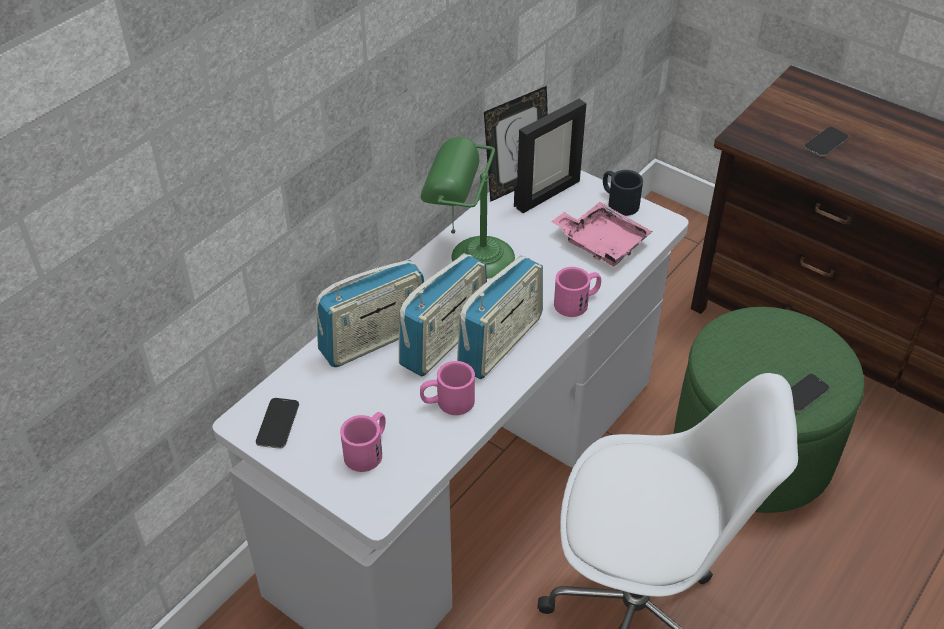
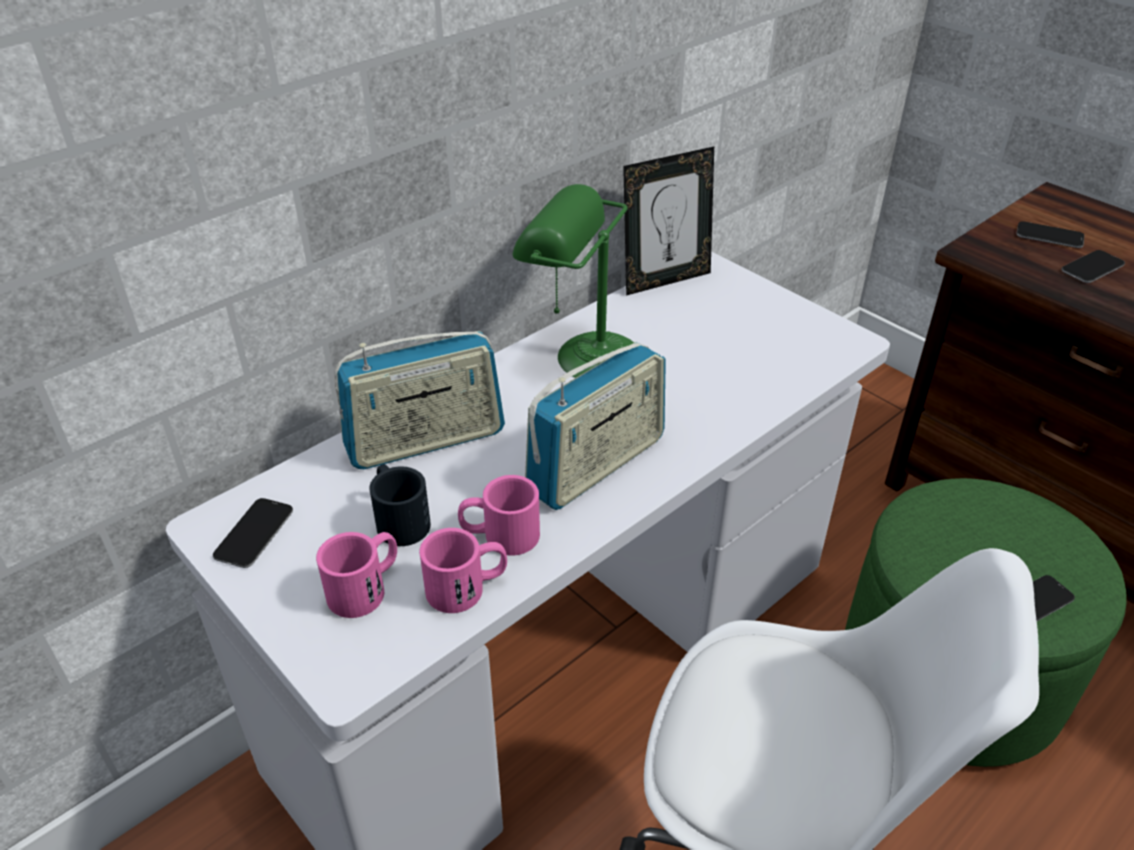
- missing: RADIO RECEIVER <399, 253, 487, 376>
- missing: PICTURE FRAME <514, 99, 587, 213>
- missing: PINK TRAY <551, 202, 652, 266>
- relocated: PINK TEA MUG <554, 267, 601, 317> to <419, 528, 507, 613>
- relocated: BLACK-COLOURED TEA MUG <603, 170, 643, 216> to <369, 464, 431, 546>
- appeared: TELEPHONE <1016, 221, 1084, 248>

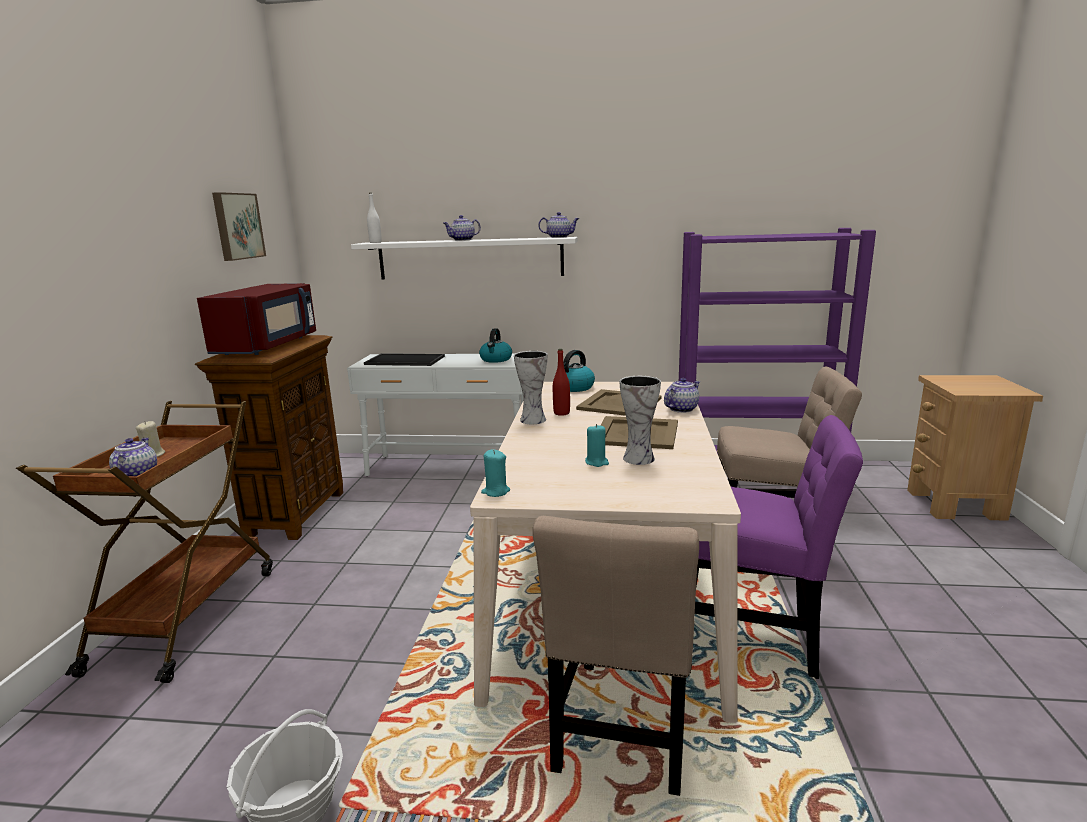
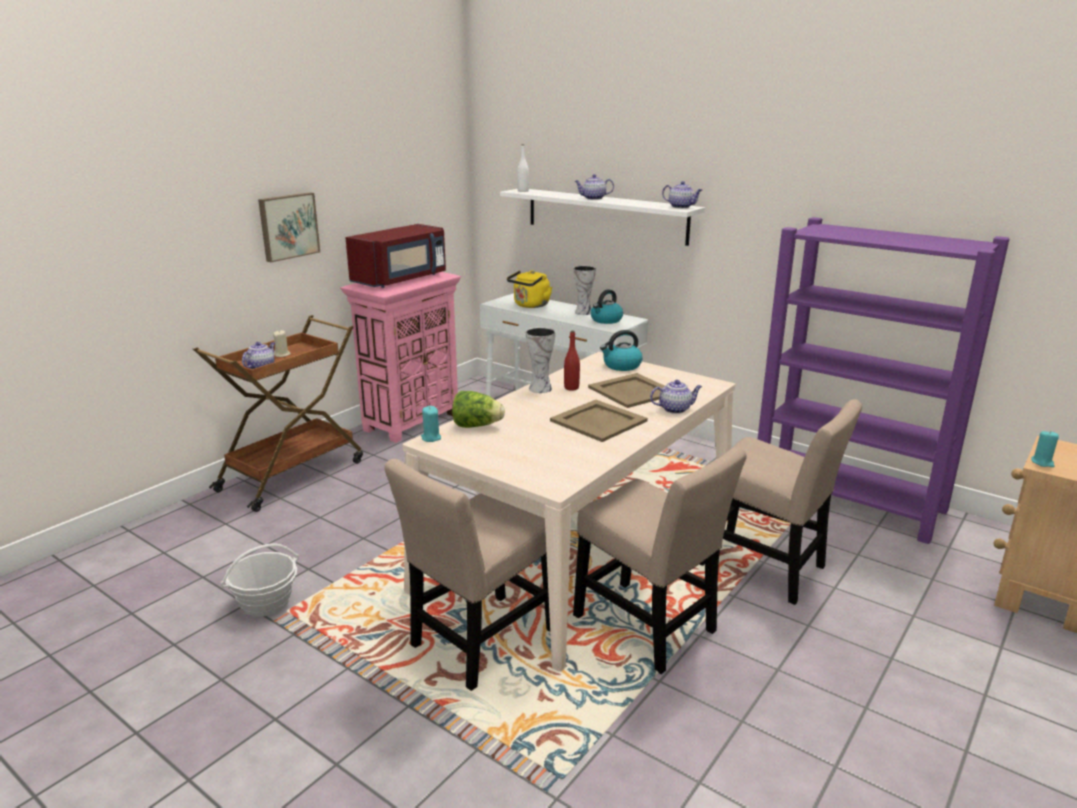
- colour: BROWN CABINET <195, 335, 343, 540> to PINK CABINET <340, 272, 462, 443>
- relocated: WALL ART <212, 192, 266, 261> to <258, 192, 320, 262>
- exchanged: TRAY <364, 353, 445, 366> to YELLOWISH WATER KETTLE <507, 270, 552, 308>
- relocated: BLUE-GREEN WAX LIGHT <585, 424, 609, 467> to <1031, 431, 1059, 467>
- relocated: VASE <620, 376, 661, 465> to <573, 266, 596, 315>
- colour: PURPLISH CHAIR <695, 415, 863, 679> to SAND-COLOURED CHAIR <573, 447, 747, 674>
- appeared: LETTUCE <452, 391, 505, 428>

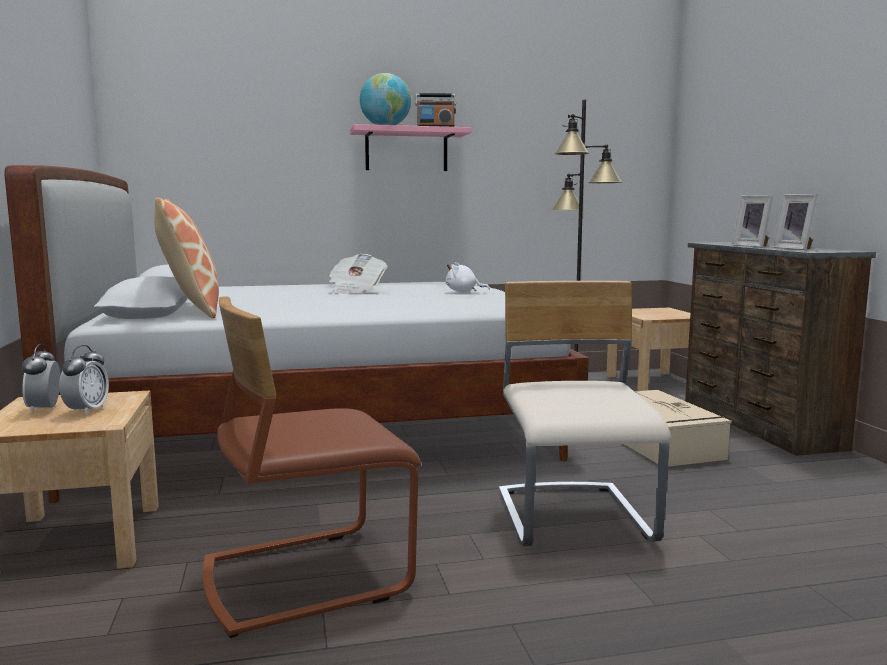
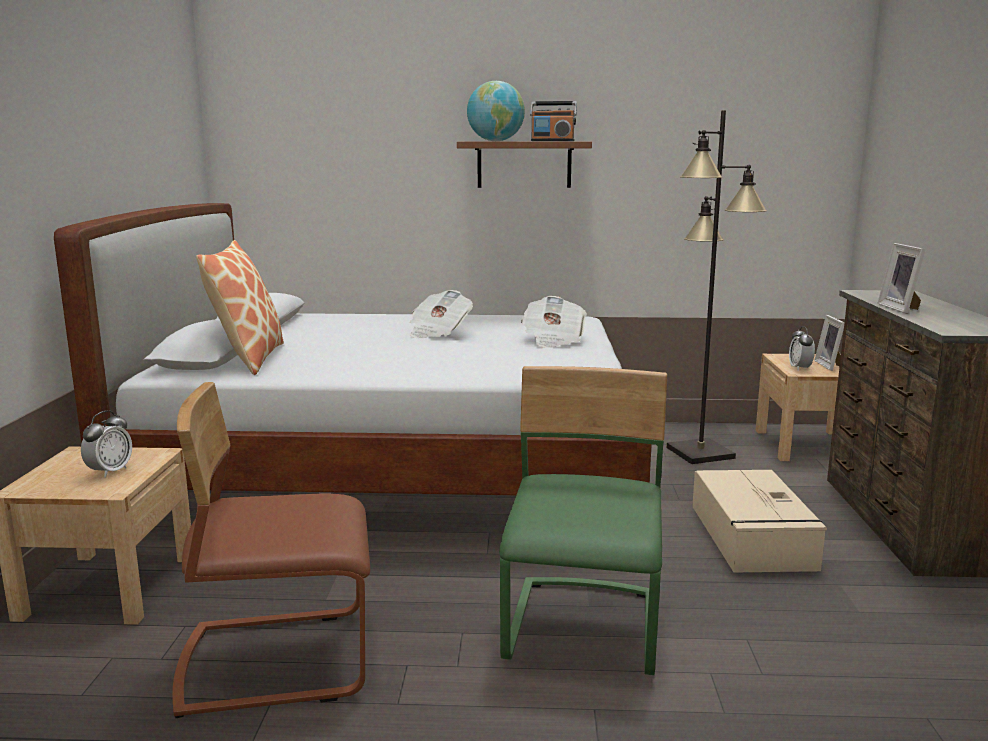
- relocated: ALARM CLOCK <22, 344, 60, 414> to <789, 326, 815, 371>
- colour: PINK WALL SHELF <350, 124, 472, 171> to BROWN WALL SHELF <457, 141, 592, 188>
- exchanged: WHITISH CUDDLY TOY <446, 262, 490, 292> to DAILY PAPER <521, 296, 587, 348>
- colour: SAND-COLOURED CHAIR <499, 281, 671, 546> to GREEN CHAIR <499, 366, 667, 675>
- relocated: PICTURE FRAME <772, 194, 818, 250> to <814, 315, 844, 371>

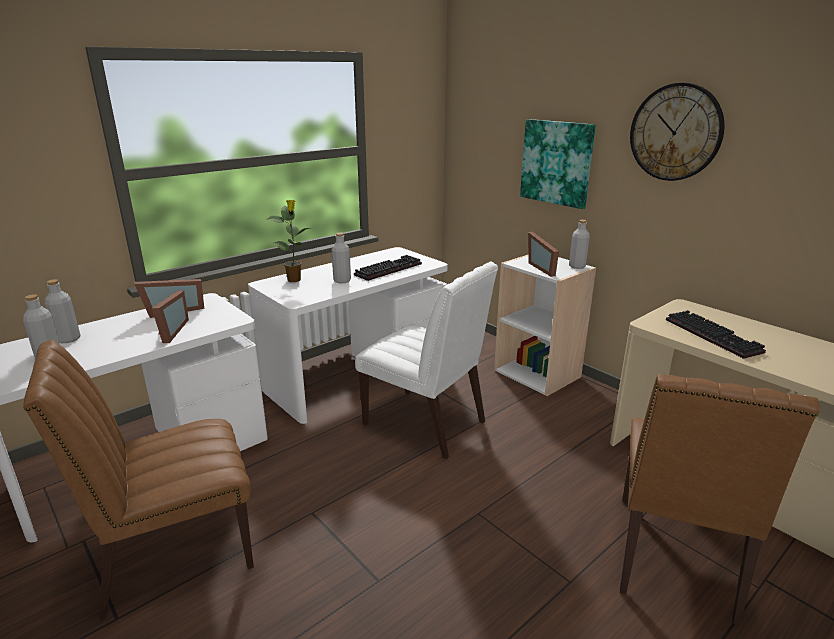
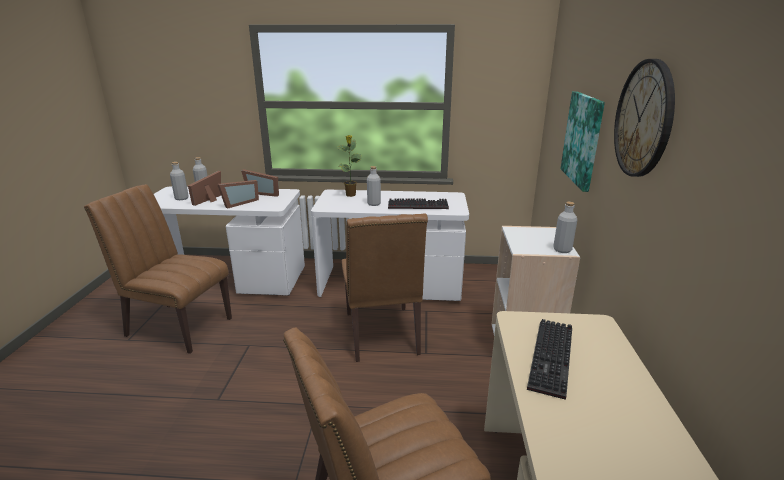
- colour: WHITISH CHAIR <355, 261, 498, 459> to BROWN CHAIR <342, 214, 428, 362>
- relocated: PICTURE FRAME <528, 232, 559, 277> to <188, 171, 221, 206>

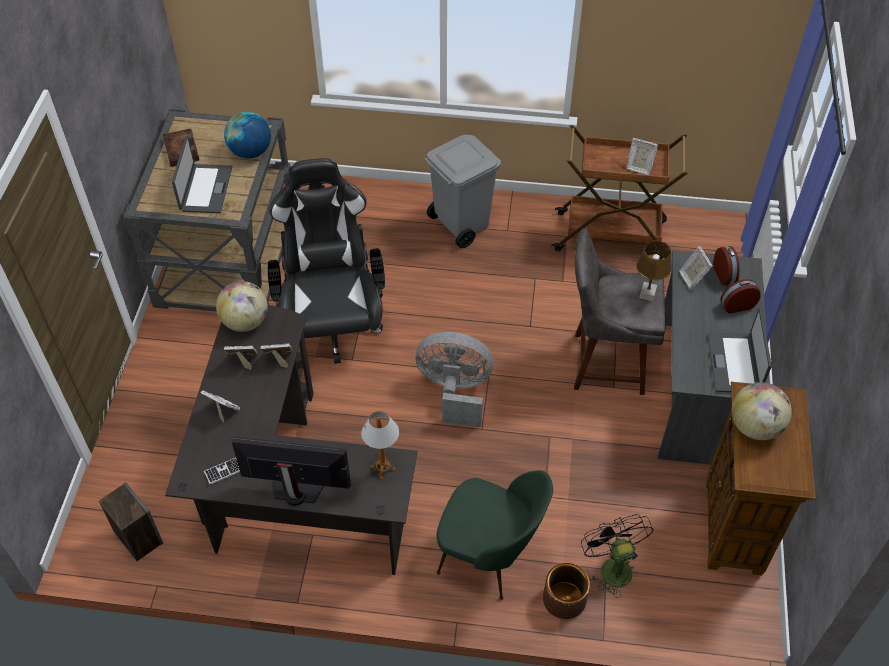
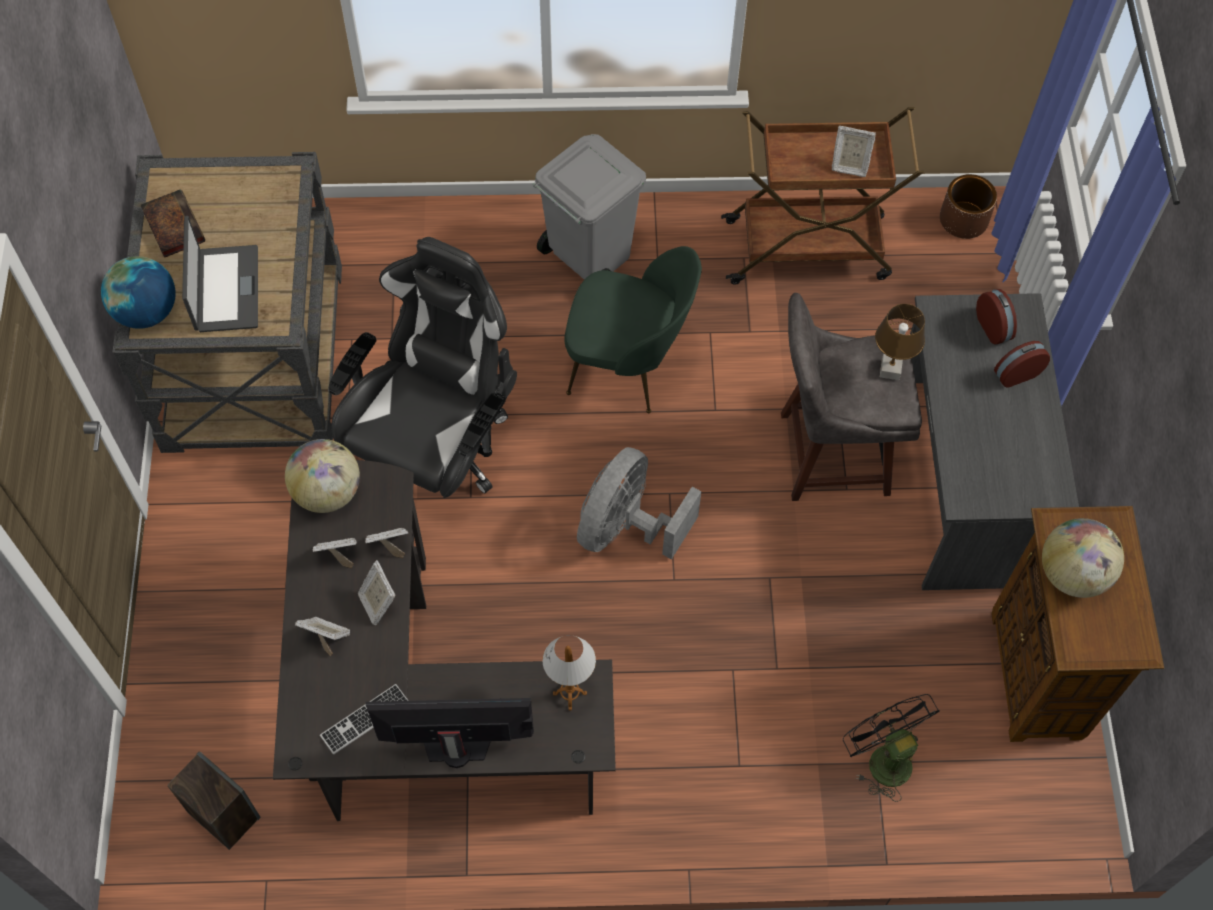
- relocated: DESK GLOBE <224, 112, 271, 159> to <101, 256, 176, 329>
- spun: BLACK-COLOURED COMPUTER CHAIR <268, 158, 385, 364> = <328, 237, 517, 498> 45 degrees clockwise
- spun: GRAY COOLING FAN <415, 332, 493, 427> = <577, 447, 702, 559> 60 degrees counterclockwise
- relocated: GREEN CHAIR <436, 470, 553, 600> to <565, 246, 702, 413>
- relocated: BROWN PLANTER <543, 563, 590, 619> to <940, 174, 997, 239>
- relocated: PICTURE FRAME <679, 246, 713, 290> to <358, 560, 396, 625>
- missing: PORTABLE COMPUTER <708, 308, 772, 392>

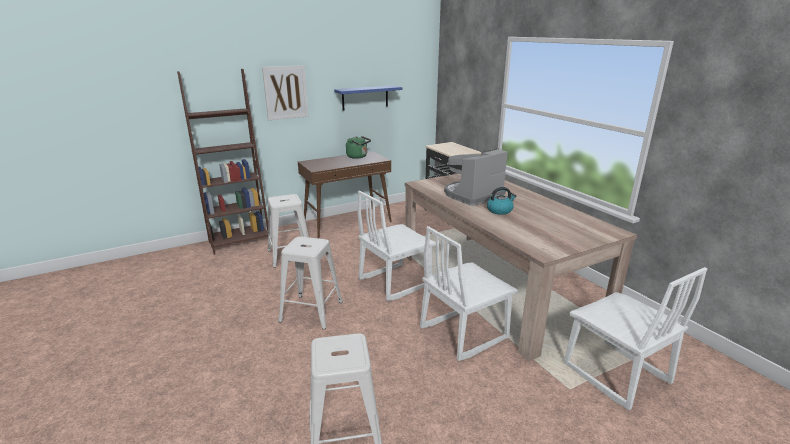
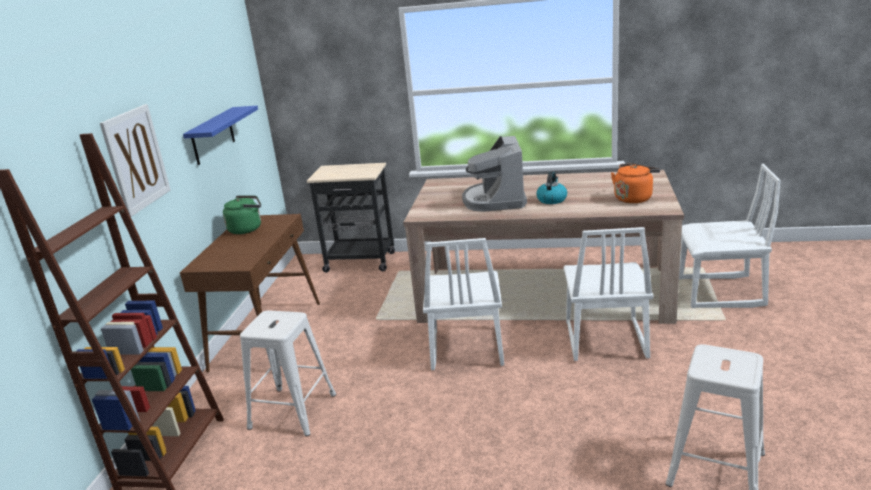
- missing: WHITISH SITTING STOOL <278, 237, 343, 329>
- appeared: ORANGE-COLOURED WATER KETTLE <611, 163, 660, 203>

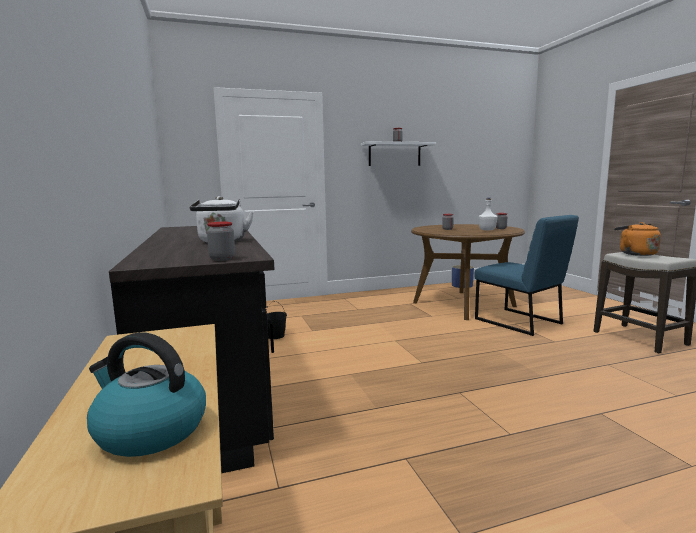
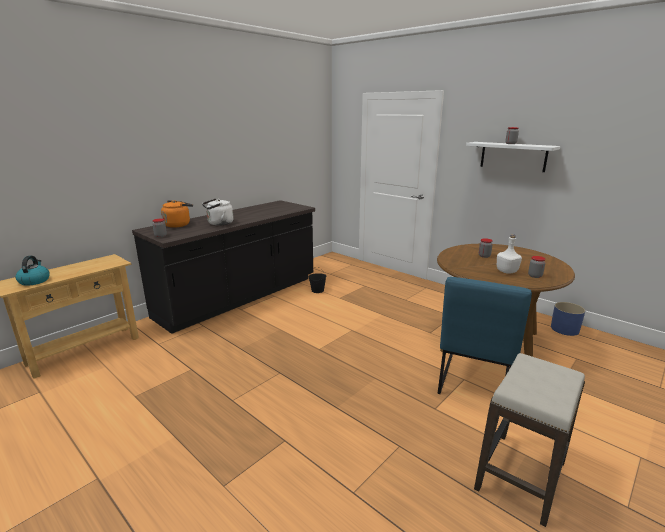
- relocated: ORANGE-COLOURED WATER KETTLE <614, 222, 661, 256> to <161, 200, 193, 228>

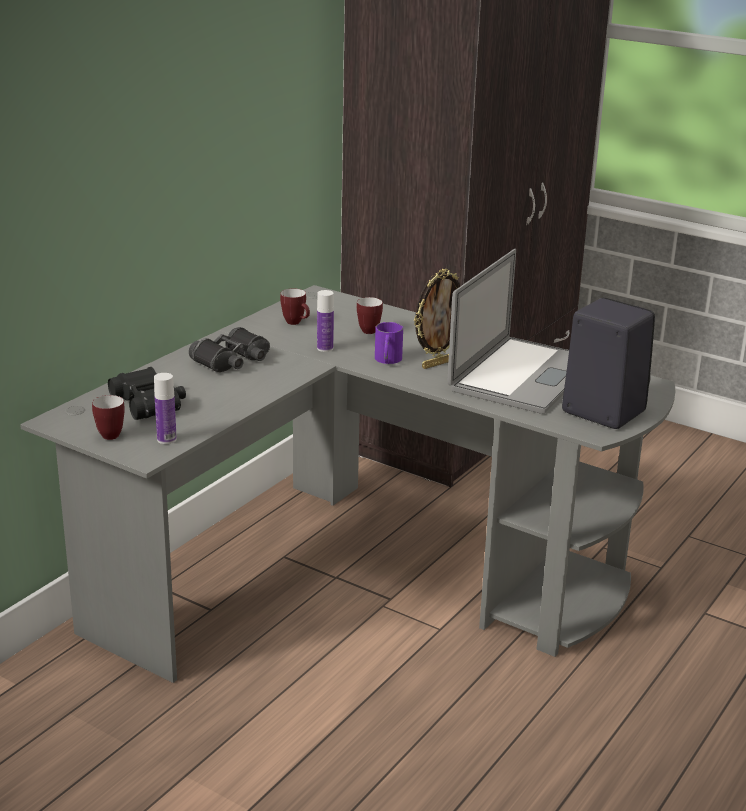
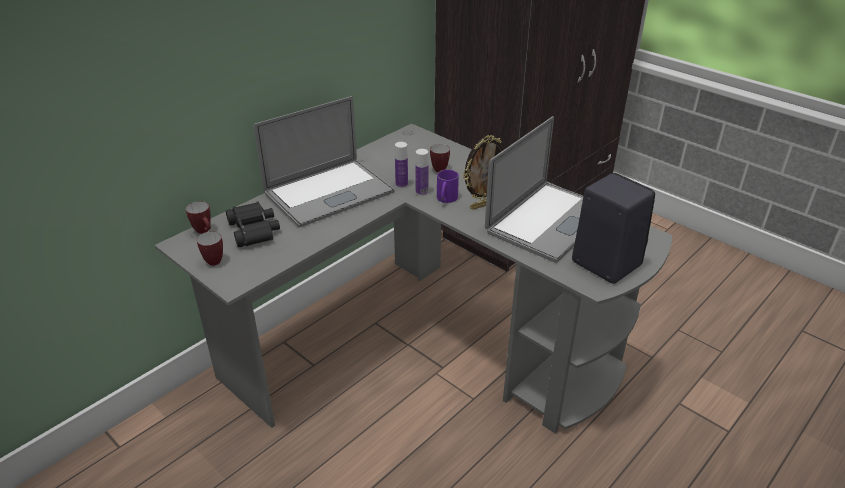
- relocated: BEVERAGE BOTTLE <154, 373, 177, 444> to <415, 149, 429, 196>
- exchanged: BLACK-COLOURED PAIR OF BINOCULARS <189, 327, 270, 372> to PORTABLE COMPUTER <254, 96, 395, 228>
- relocated: TEA MUG <280, 288, 310, 325> to <186, 201, 211, 234>

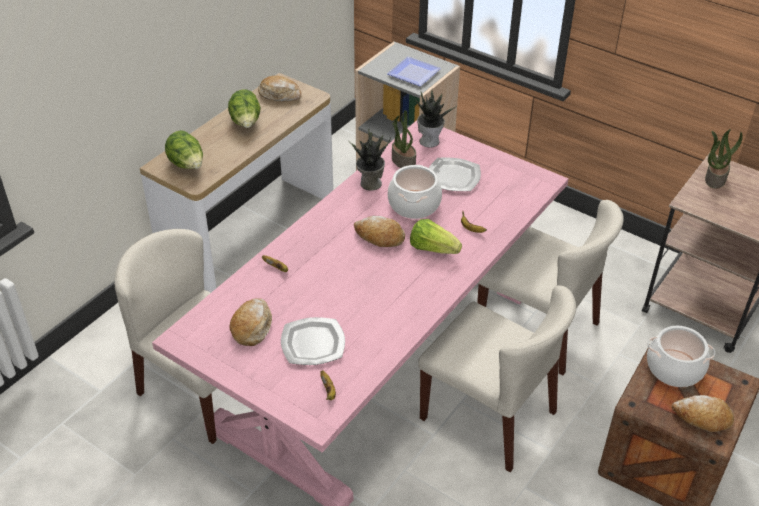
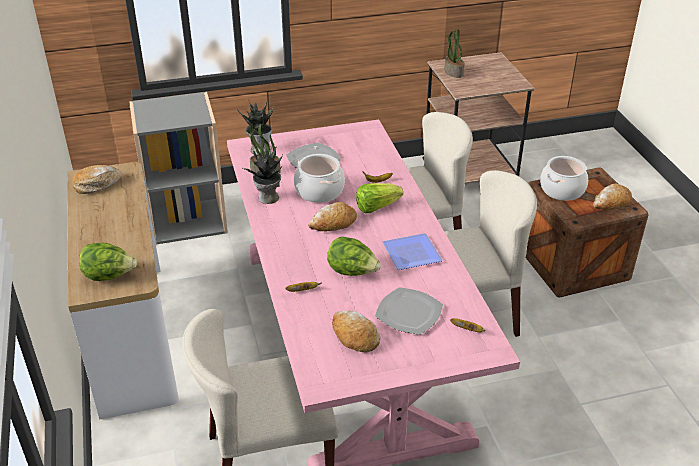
- relocated: LETTUCE <228, 90, 261, 128> to <327, 237, 381, 276>
- relocated: FLAT DISH <387, 57, 441, 86> to <382, 233, 443, 270>

